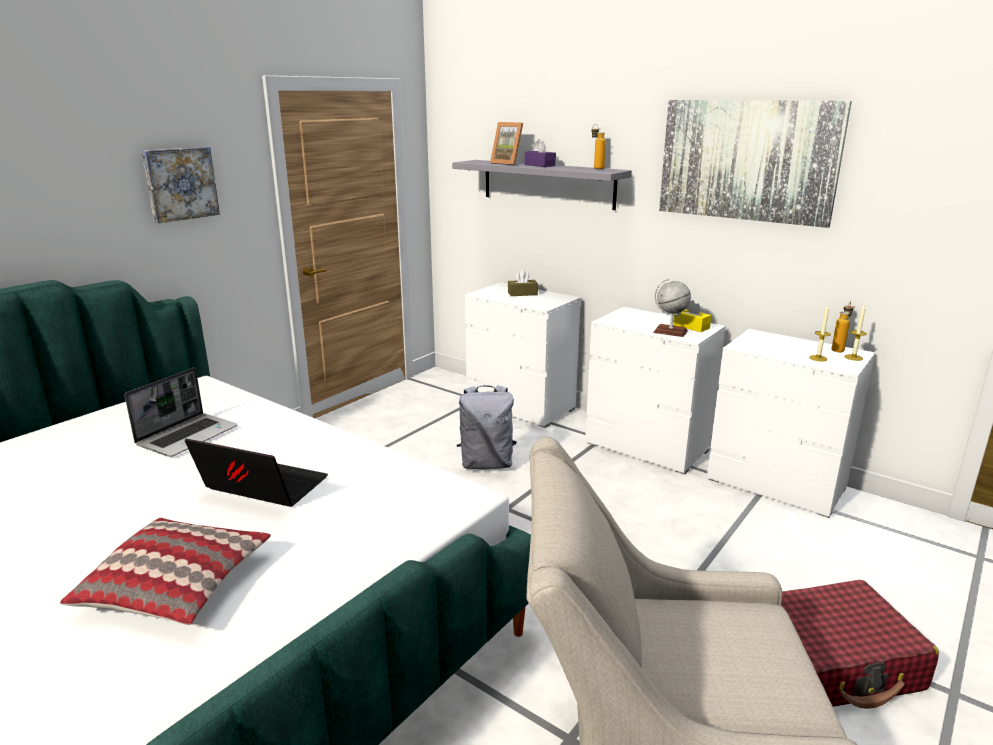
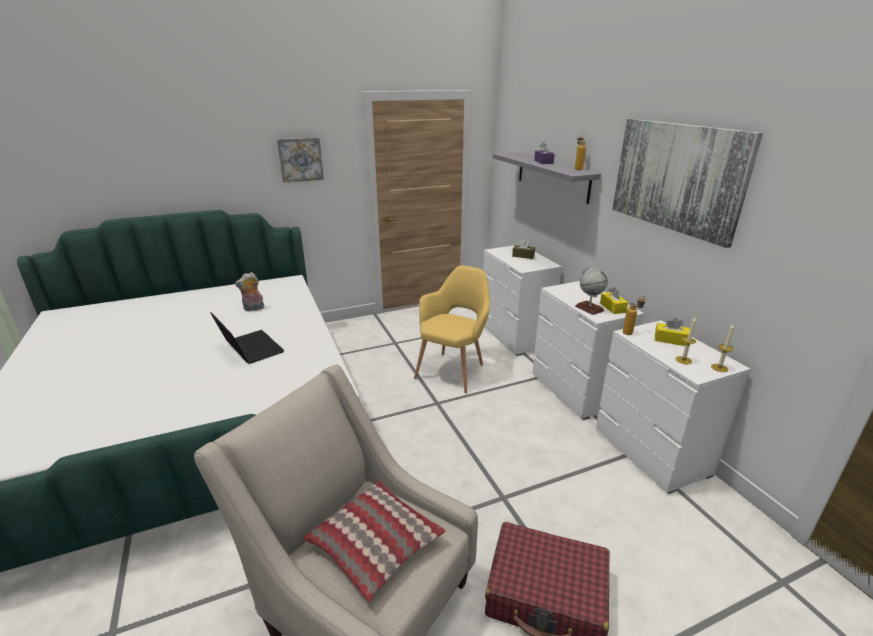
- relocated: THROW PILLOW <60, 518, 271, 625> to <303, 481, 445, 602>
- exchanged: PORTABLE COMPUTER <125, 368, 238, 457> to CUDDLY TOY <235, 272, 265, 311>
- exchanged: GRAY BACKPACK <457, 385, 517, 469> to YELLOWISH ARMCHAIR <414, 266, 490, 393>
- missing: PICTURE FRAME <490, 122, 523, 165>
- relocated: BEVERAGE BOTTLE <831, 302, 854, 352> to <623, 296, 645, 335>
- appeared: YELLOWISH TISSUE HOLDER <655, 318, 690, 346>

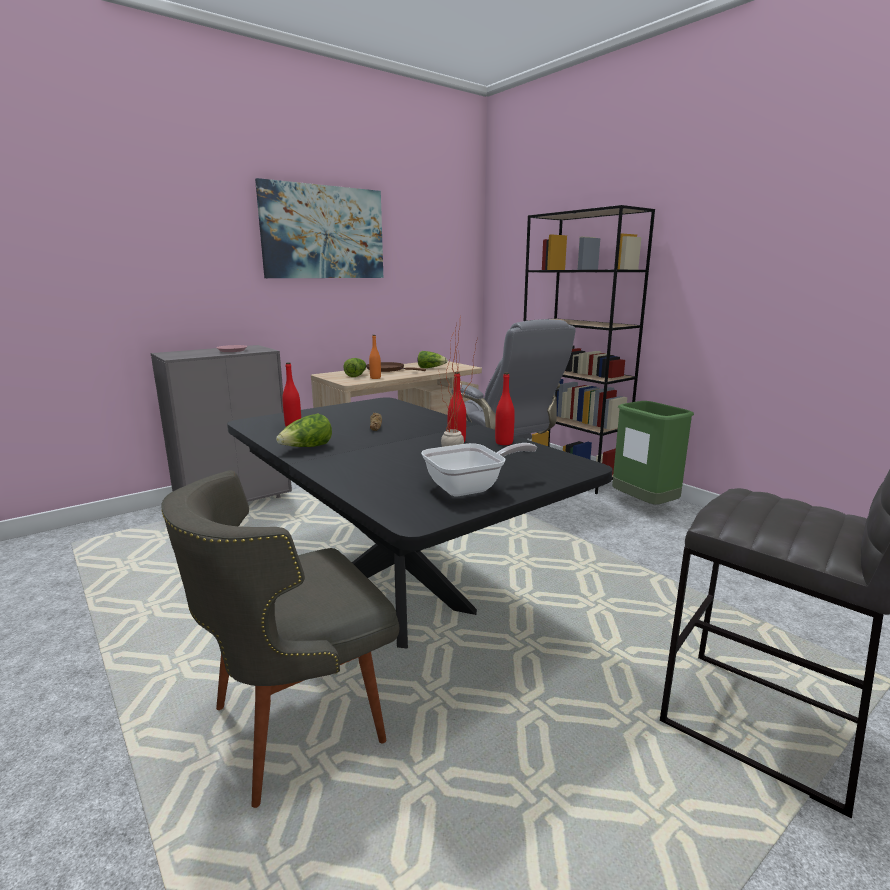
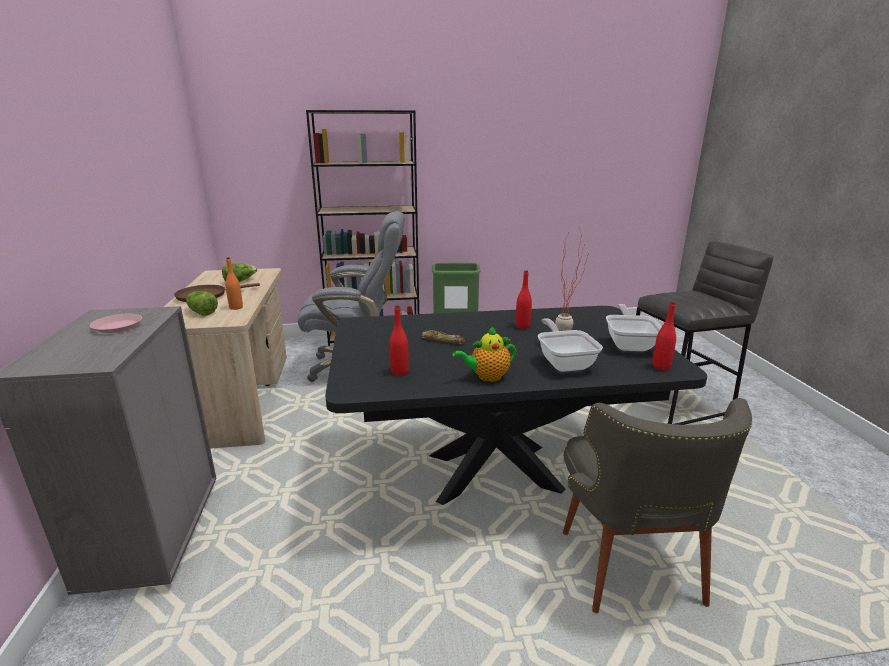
- missing: WALL ART <255, 178, 383, 278>
- exchanged: LETTUCE <276, 414, 332, 447> to POT FOR TEA <453, 326, 516, 382>
- relocated: RED-COLOURED BEVERAGE BOTTLE <495, 373, 515, 445> to <653, 301, 676, 370>
- appeared: PAN <538, 318, 603, 372>

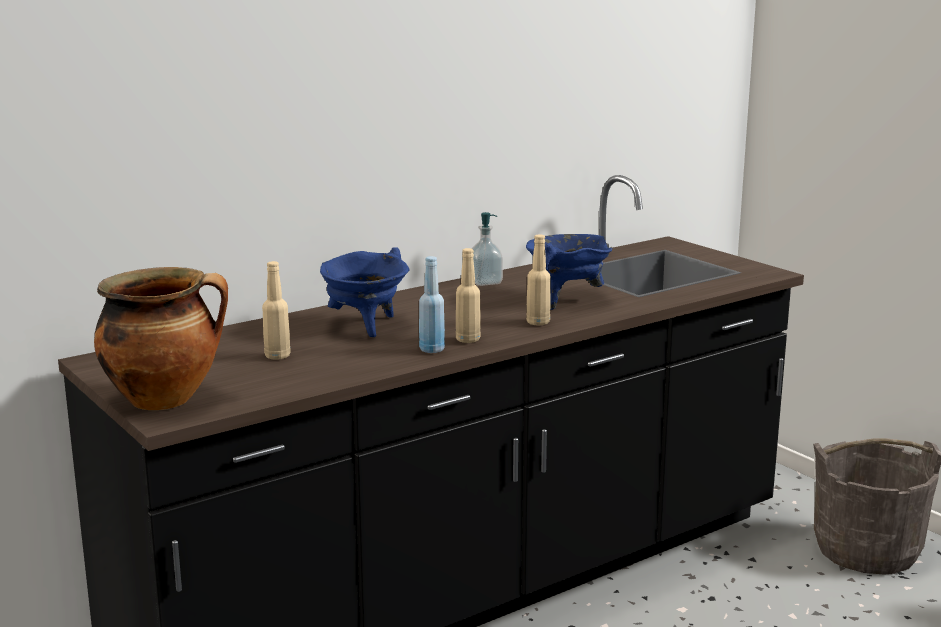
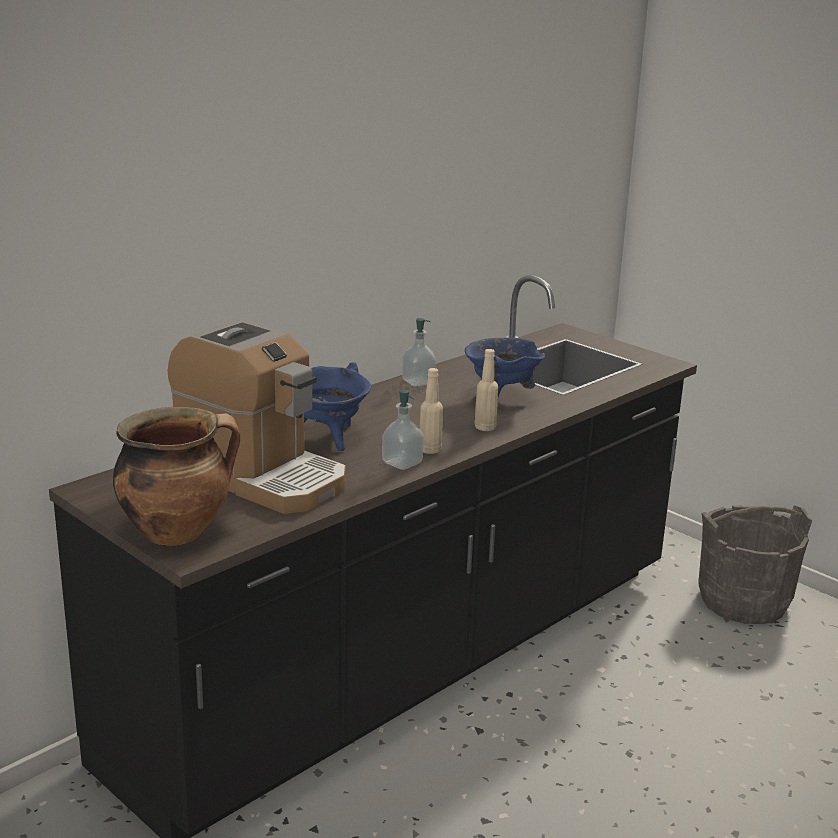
- exchanged: SAND-COLOURED BEVERAGE BOTTLE <262, 261, 291, 360> to COFFEE MACHINE <167, 320, 346, 514>
- exchanged: BLUISH BEVERAGE BOTTLE <419, 256, 445, 353> to SOAP DISPENSER <382, 390, 424, 470>

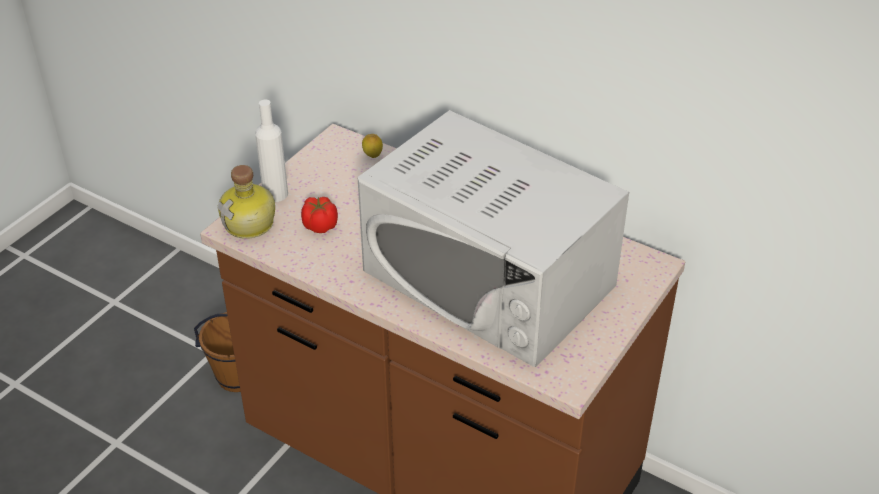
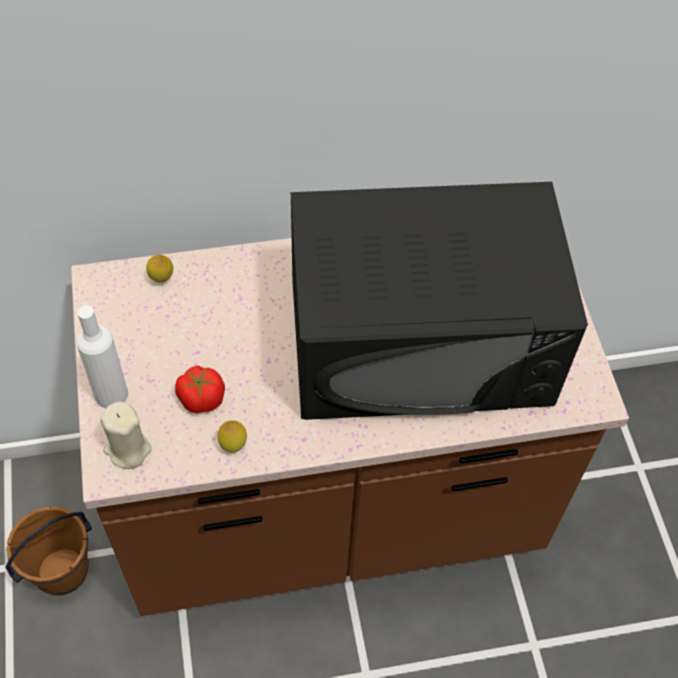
- exchanged: BEVERAGE BOTTLE <217, 165, 275, 239> to SAND-COLOURED WAX LIGHT <100, 401, 152, 469>
- colour: WHITISH MICROWAVE <358, 110, 629, 368> to BLACK-COLOURED MICROWAVE <291, 182, 588, 420>
- appeared: WHOLE LEMON <218, 420, 247, 453>

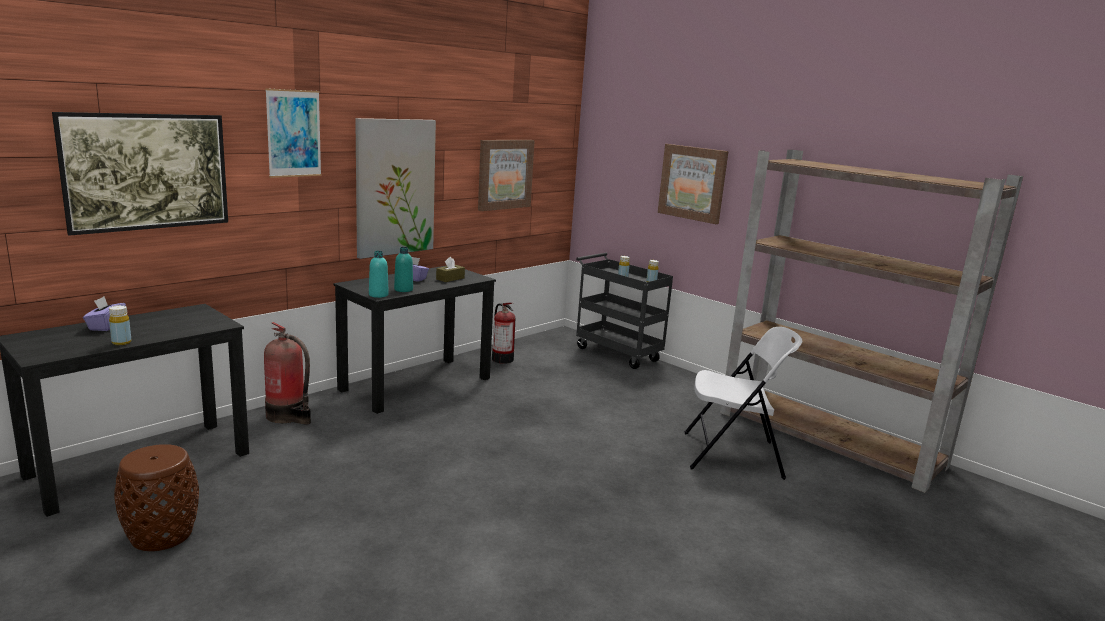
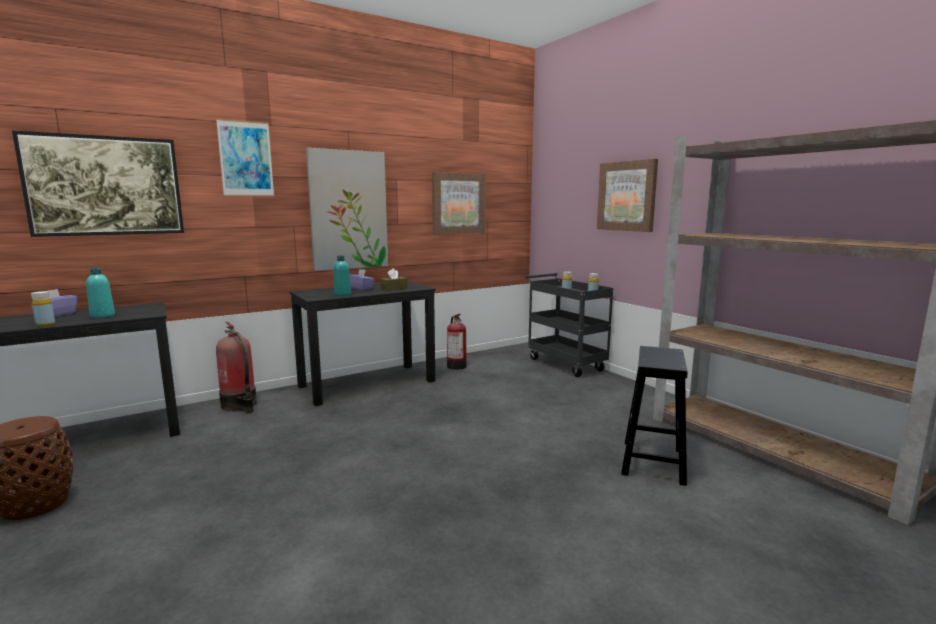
- relocated: BLUE-GREEN BEVERAGE BOTTLE <369, 251, 389, 298> to <86, 268, 115, 318>
- exchanged: WHITISH CHAIR <684, 327, 802, 480> to BLACK-COLOURED SITTING STOOL <621, 346, 688, 486>

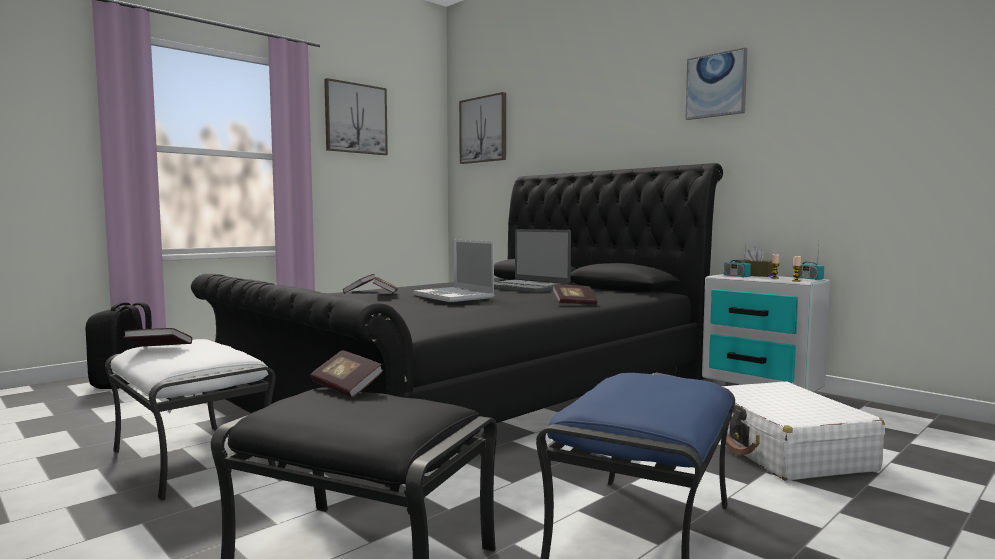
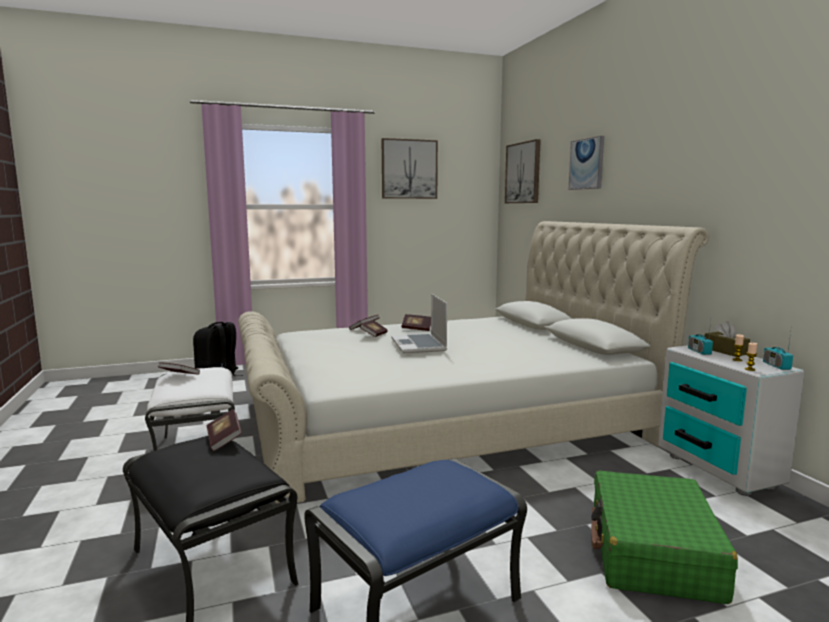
- colour: BLACK-COLOURED BEDROOM BED <191, 163, 723, 488> to SAND-COLOURED BEDROOM BED <238, 221, 709, 504>
- missing: PORTABLE COMPUTER <494, 229, 571, 293>
- relocated: BOOK <552, 285, 598, 305> to <402, 314, 431, 331>
- relocated: WALL ART <685, 47, 748, 120> to <568, 136, 604, 190>
- colour: WHITISH SUITCASE <721, 382, 885, 480> to GREEN SUITCASE <591, 470, 738, 604>

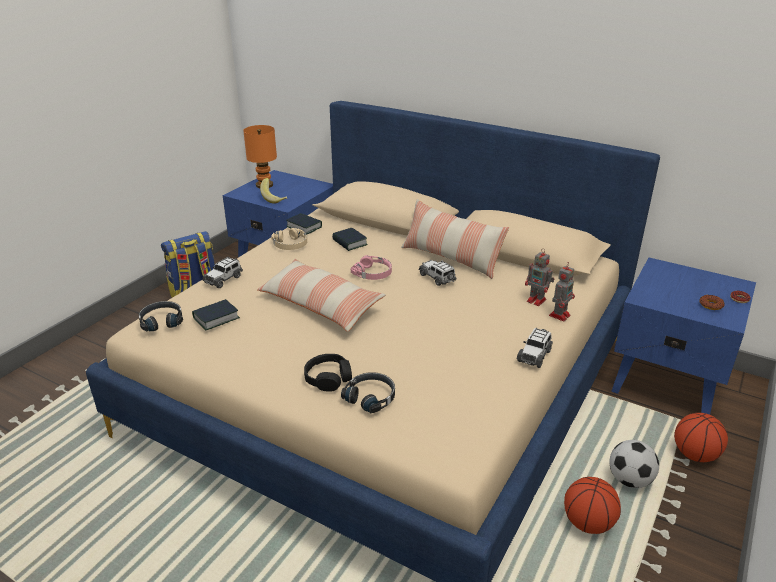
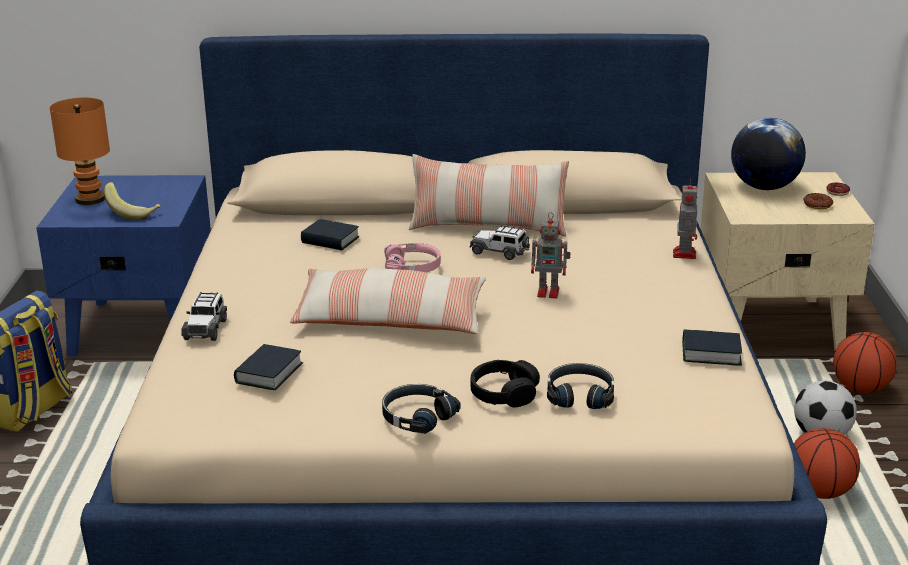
- relocated: BLACK-COLOURED HEADPHONES <139, 301, 183, 332> to <382, 384, 460, 434>
- missing: SAND-COLOURED HEADPHONES <271, 228, 307, 250>
- relocated: BOOK <286, 213, 322, 235> to <682, 329, 742, 366>
- missing: MINIATURE CAR <517, 328, 553, 368>
- relocated: ROBOT FIGURE <525, 248, 554, 306> to <531, 212, 571, 298>
- colour: BLUISH NIGHTSTAND <611, 258, 756, 415> to SAND-COLOURED NIGHTSTAND <700, 172, 875, 350>
- appeared: DESK GLOBE <731, 118, 806, 190>

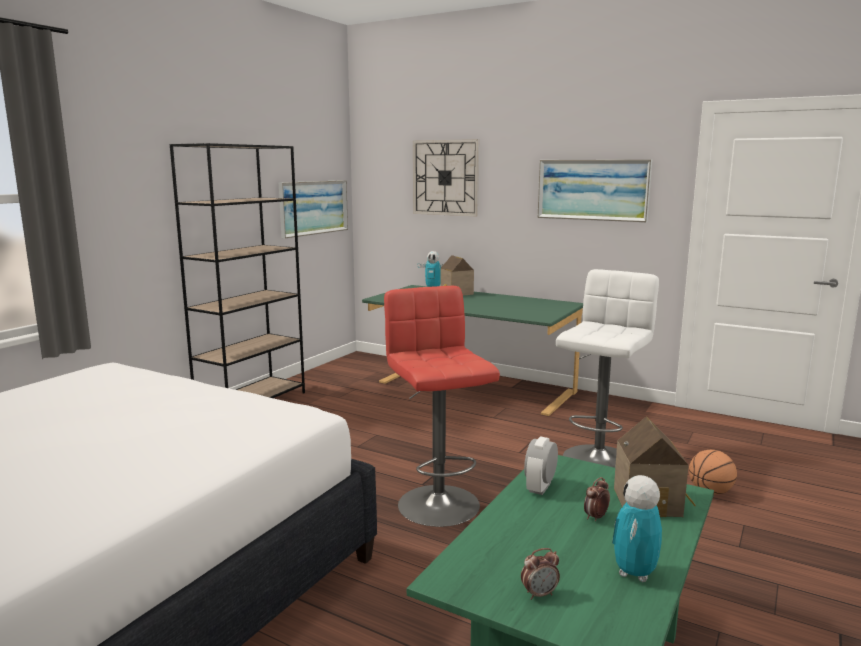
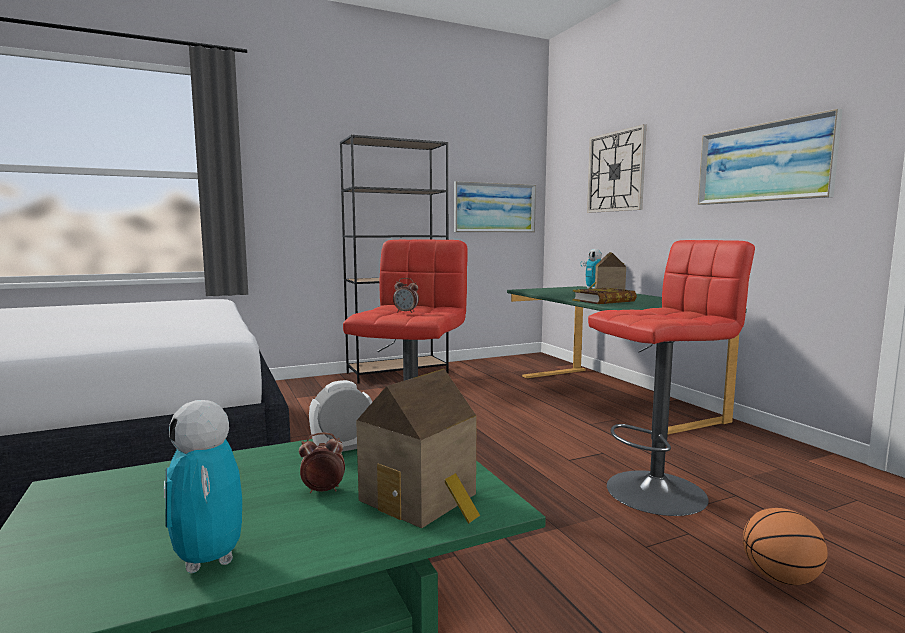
- relocated: ALARM CLOCK <521, 548, 560, 600> to <393, 278, 419, 313>
- colour: WHITISH SITTING STOOL <556, 269, 659, 468> to RED-COLOURED SITTING STOOL <588, 240, 755, 516>
- spun: ROBOT FIGURE <612, 475, 662, 582> = <164, 400, 242, 573> 90 degrees counterclockwise
- appeared: BOOK <572, 288, 637, 304>

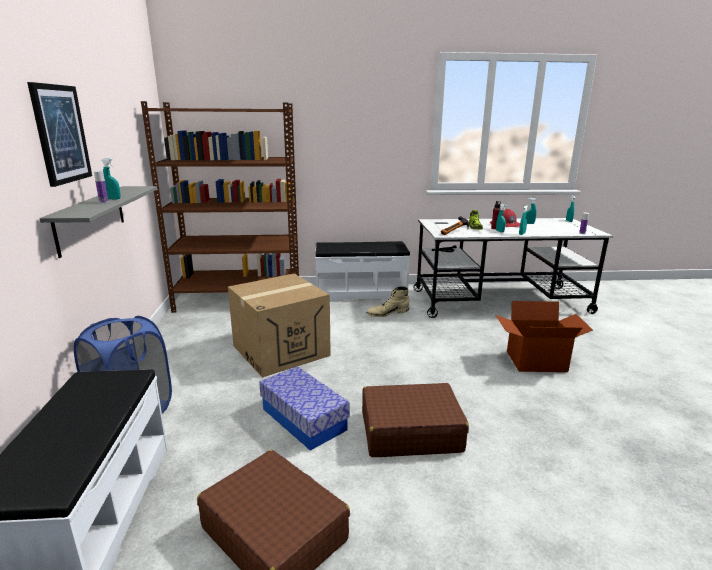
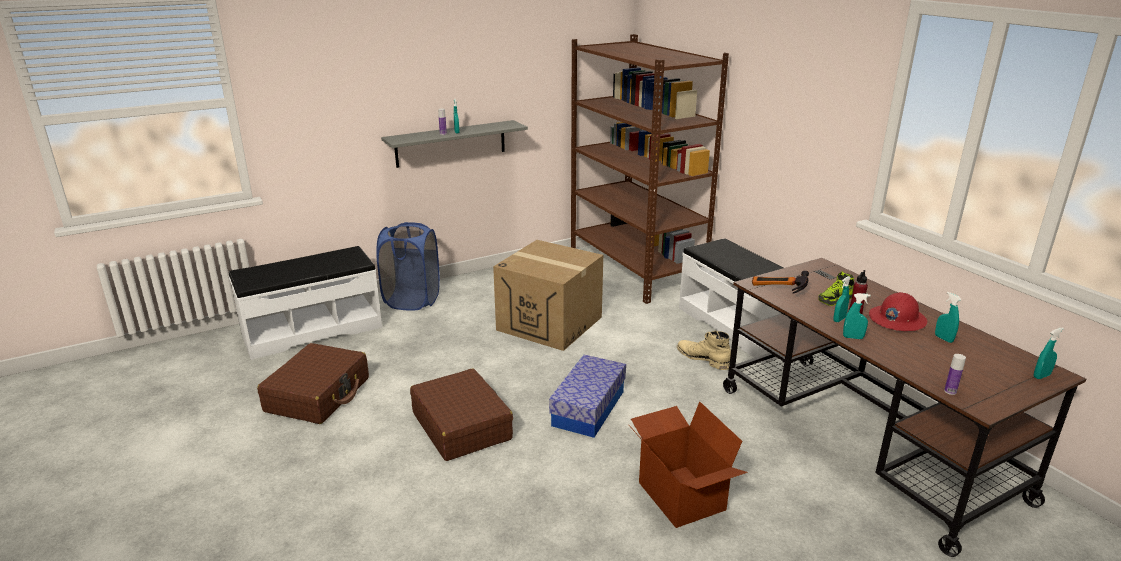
- missing: WALL ART <27, 82, 92, 187>
- relocated: STORAGE BOX <259, 366, 350, 451> to <549, 355, 626, 438>
- colour: WHITISH DESK TABLE <413, 218, 613, 318> to BROWN DESK TABLE <723, 258, 1086, 557>

